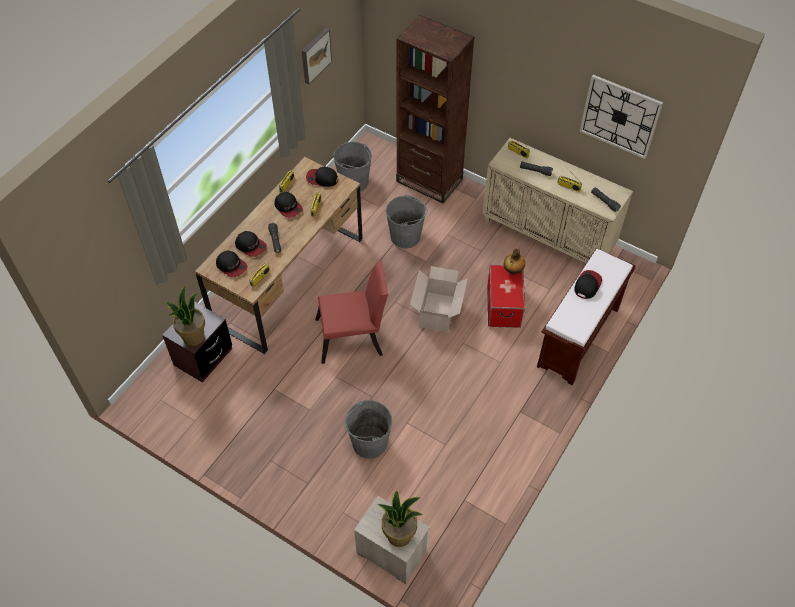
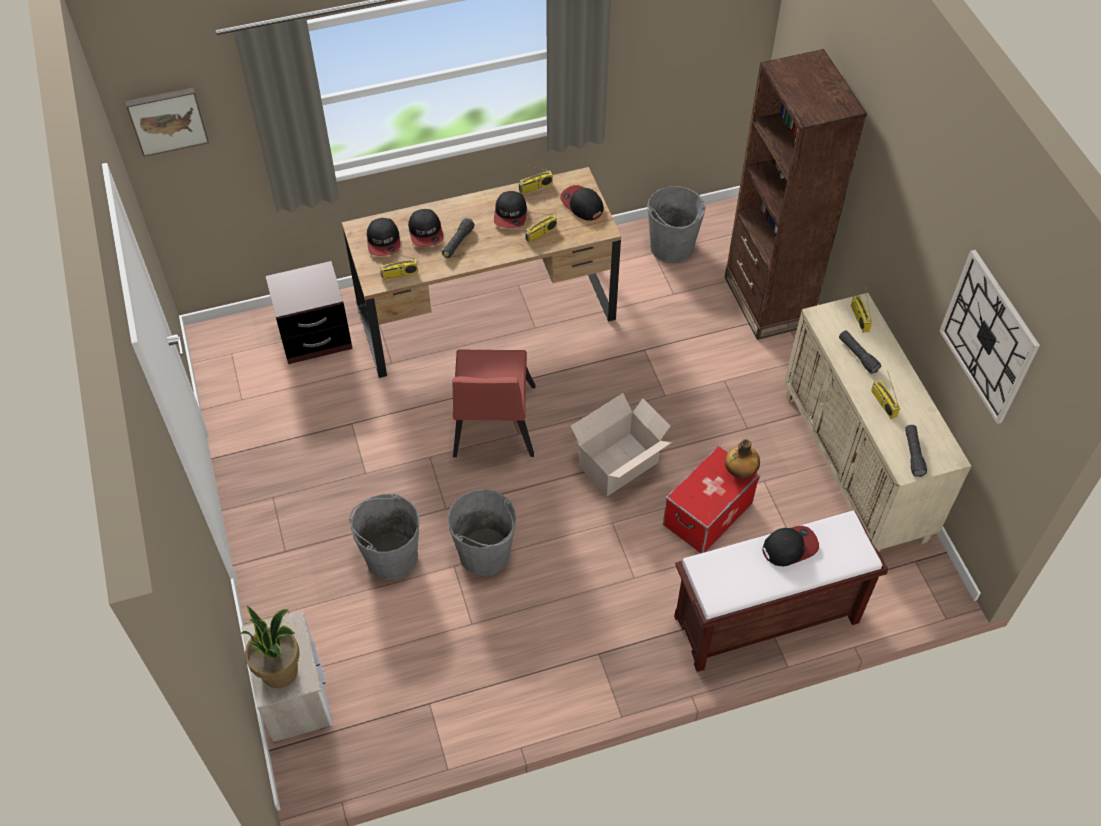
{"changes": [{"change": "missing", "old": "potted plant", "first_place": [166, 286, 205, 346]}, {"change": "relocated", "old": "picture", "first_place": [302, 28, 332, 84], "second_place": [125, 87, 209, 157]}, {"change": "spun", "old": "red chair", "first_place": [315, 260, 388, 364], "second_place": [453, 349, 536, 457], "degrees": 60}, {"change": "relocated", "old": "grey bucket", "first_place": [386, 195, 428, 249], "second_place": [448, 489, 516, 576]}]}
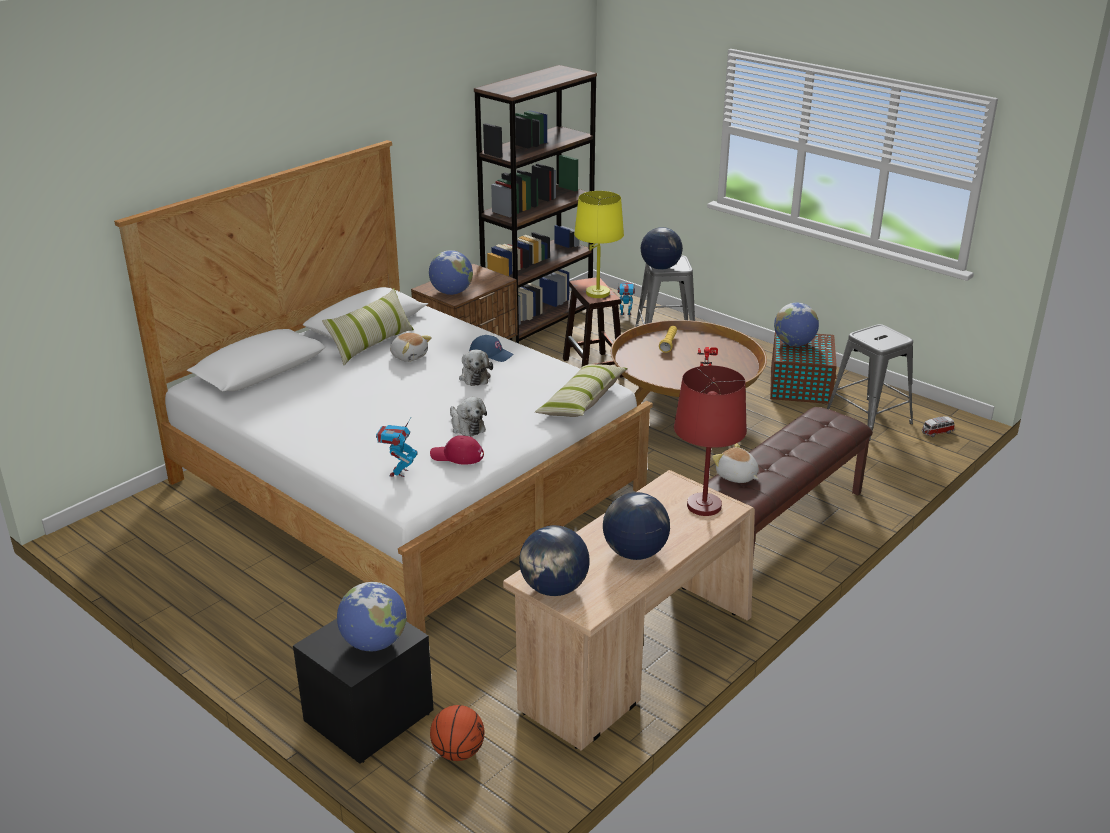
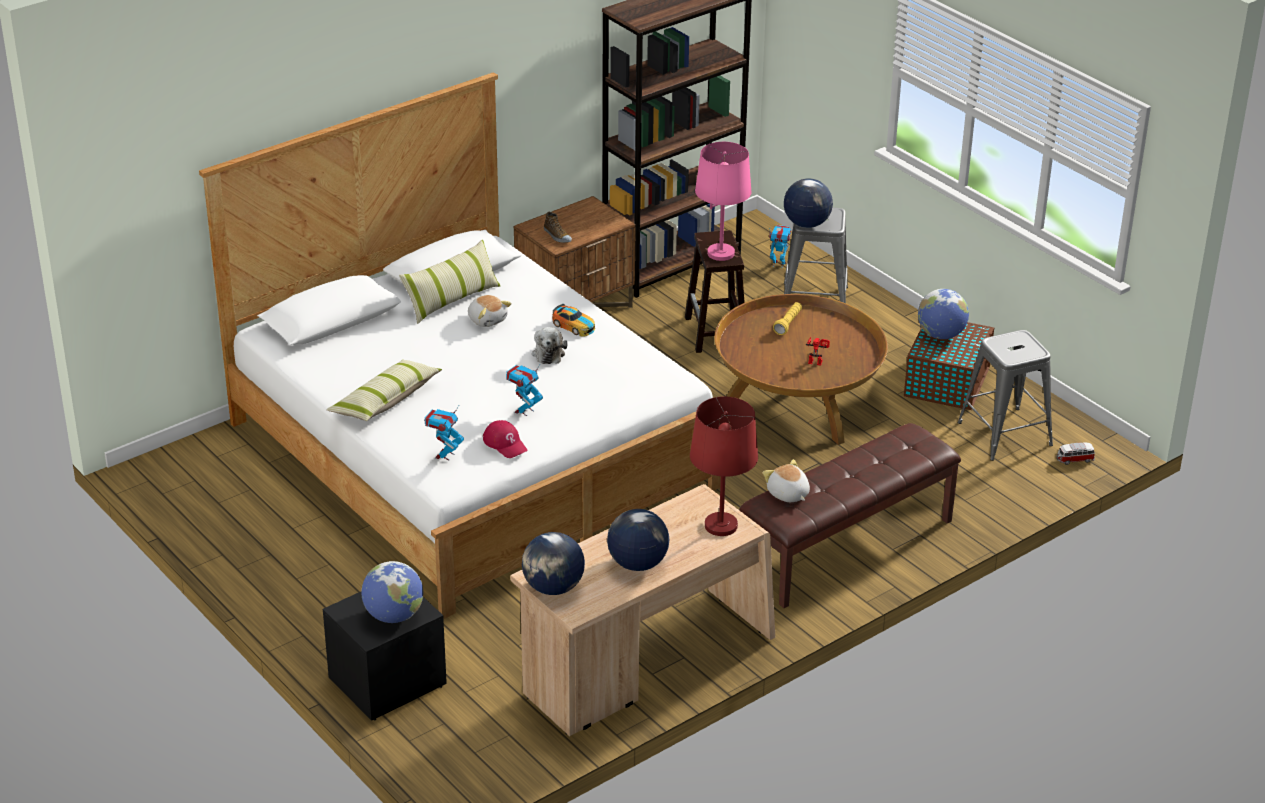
{"changes": [{"change": "exchanged", "old": "globe", "new": "shoe", "first_place": [429, 250, 473, 295], "second_place": [544, 212, 572, 243]}, {"change": "spun", "old": "red cap", "first_place": [430, 435, 484, 465], "second_place": [483, 420, 527, 458], "degrees": -150}, {"change": "missing", "old": "basketball", "first_place": [430, 705, 485, 761]}, {"change": "exchanged", "old": "plush toy", "new": "toy robot", "first_place": [450, 397, 487, 436], "second_place": [506, 365, 543, 416]}, {"change": "exchanged", "old": "blue cap", "new": "toy car", "first_place": [469, 335, 514, 362], "second_place": [552, 304, 595, 337]}, {"change": "relocated", "old": "pillow", "first_place": [535, 364, 628, 417], "second_place": [327, 360, 442, 421]}, {"change": "colour", "old": "yellow table lamp", "new": "pink table lamp", "first_place": [574, 191, 624, 298], "second_place": [695, 142, 752, 261]}]}
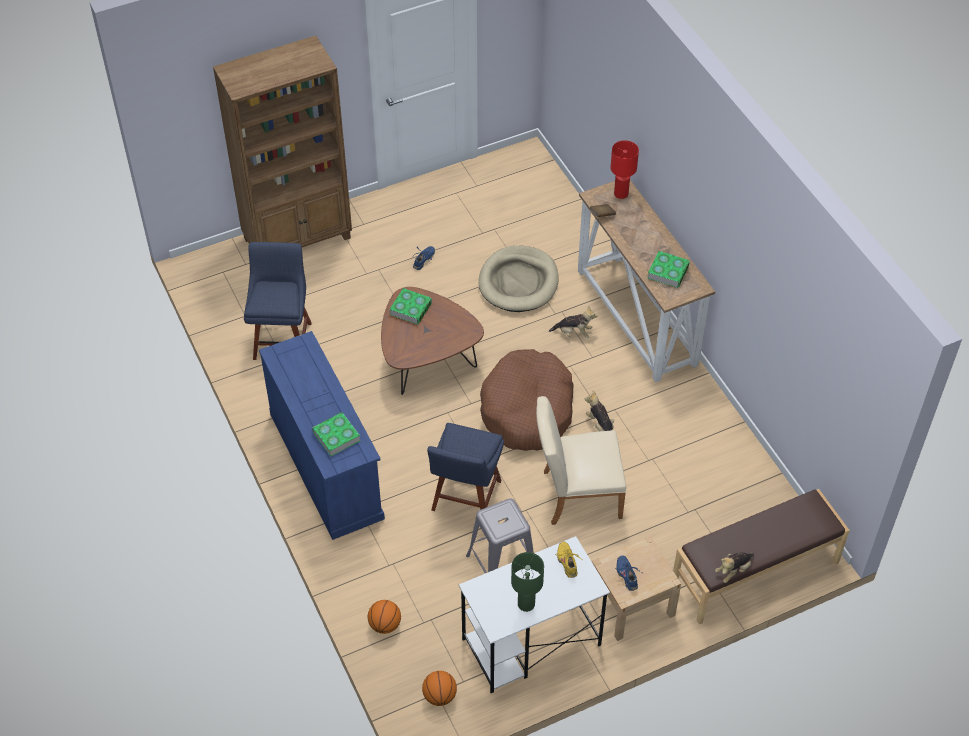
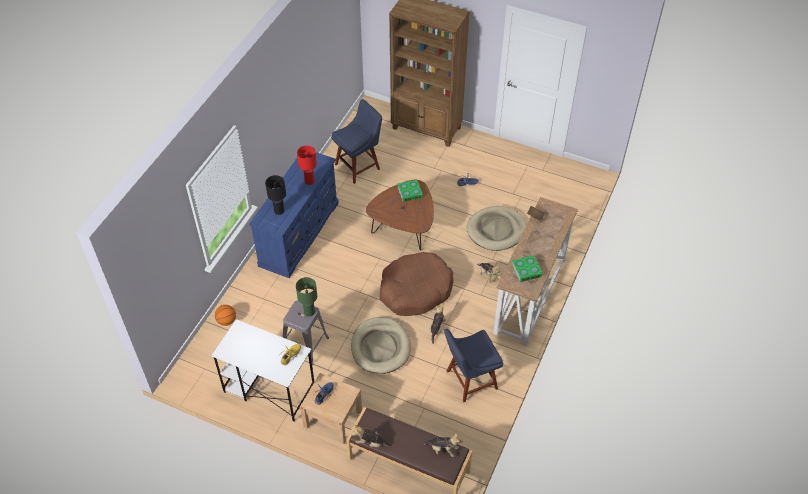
{"changes": [{"change": "exchanged", "old": "book", "new": "black table lamp", "first_place": [312, 412, 360, 456], "second_place": [265, 175, 286, 215]}, {"change": "missing", "old": "basketball", "first_place": [422, 671, 457, 706]}, {"change": "relocated", "old": "blue chair", "first_place": [427, 423, 504, 511], "second_place": [444, 329, 503, 402]}, {"change": "relocated", "old": "green table lamp", "first_place": [511, 552, 544, 612], "second_place": [296, 277, 317, 317]}, {"change": "exchanged", "old": "beige chair", "new": "beige dog bed", "first_place": [536, 396, 626, 525], "second_place": [351, 317, 411, 374]}, {"change": "relocated", "old": "red table lamp", "first_place": [610, 140, 639, 199], "second_place": [297, 145, 317, 185]}, {"change": "appeared", "new": "plush toy", "second_place": [422, 434, 463, 457]}]}
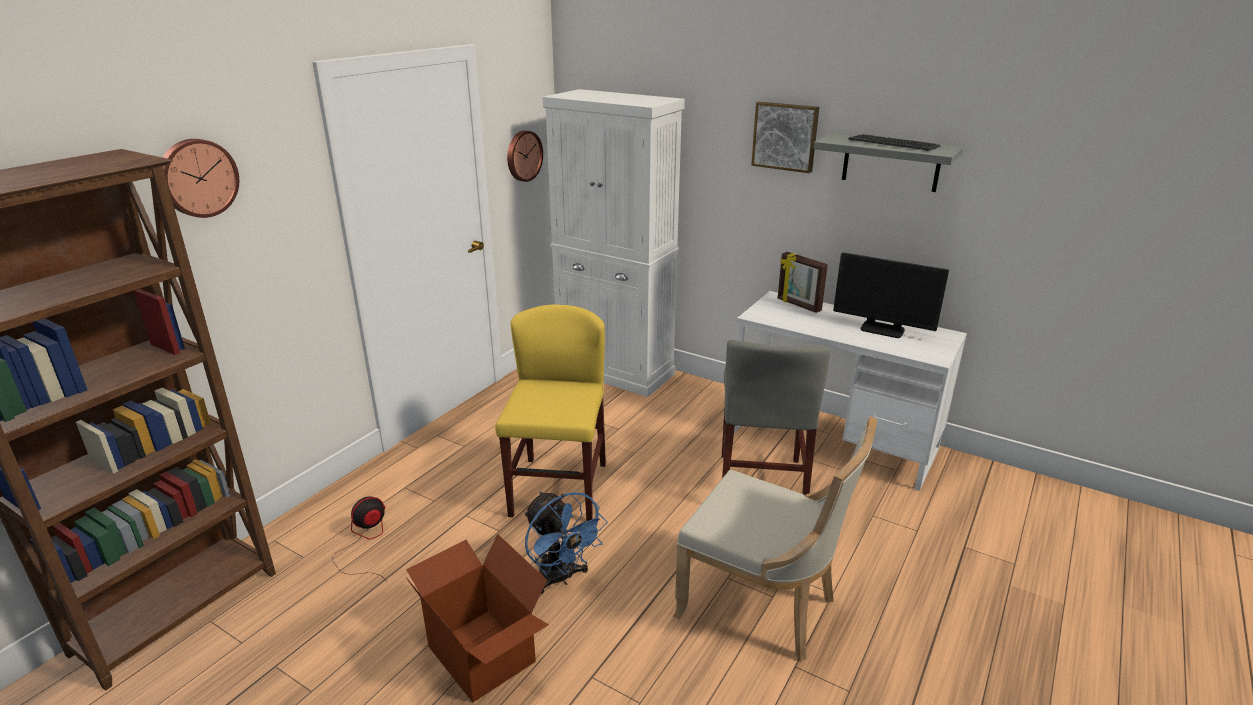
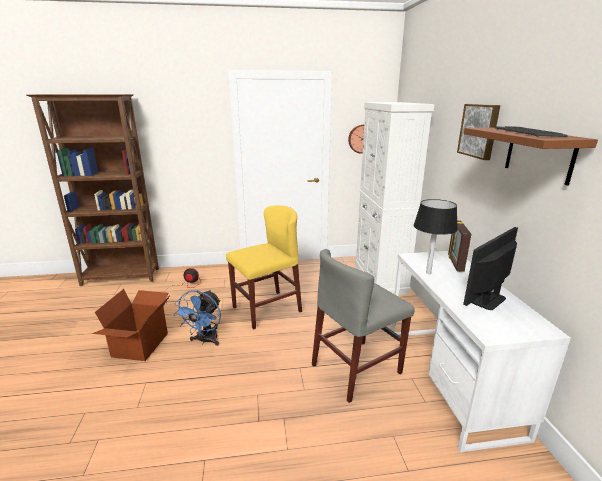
{"changes": [{"change": "missing", "old": "wall clock", "first_place": [162, 139, 239, 218]}, {"change": "missing", "old": "beige chair", "first_place": [673, 416, 877, 661]}, {"change": "colour", "old": "grey shelf", "new": "brown shelf", "first_place": [814, 133, 963, 192], "second_place": [464, 127, 598, 186]}, {"change": "spun", "old": "monitor", "first_place": [833, 252, 949, 338], "second_place": [463, 227, 518, 310], "degrees": 60}, {"change": "appeared", "new": "black table lamp", "second_place": [414, 199, 458, 274]}]}
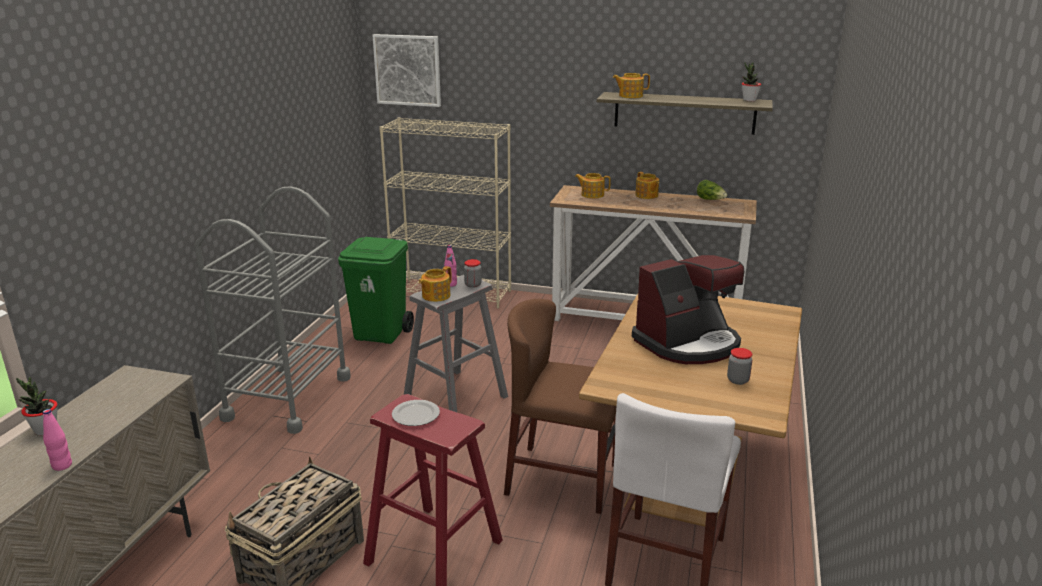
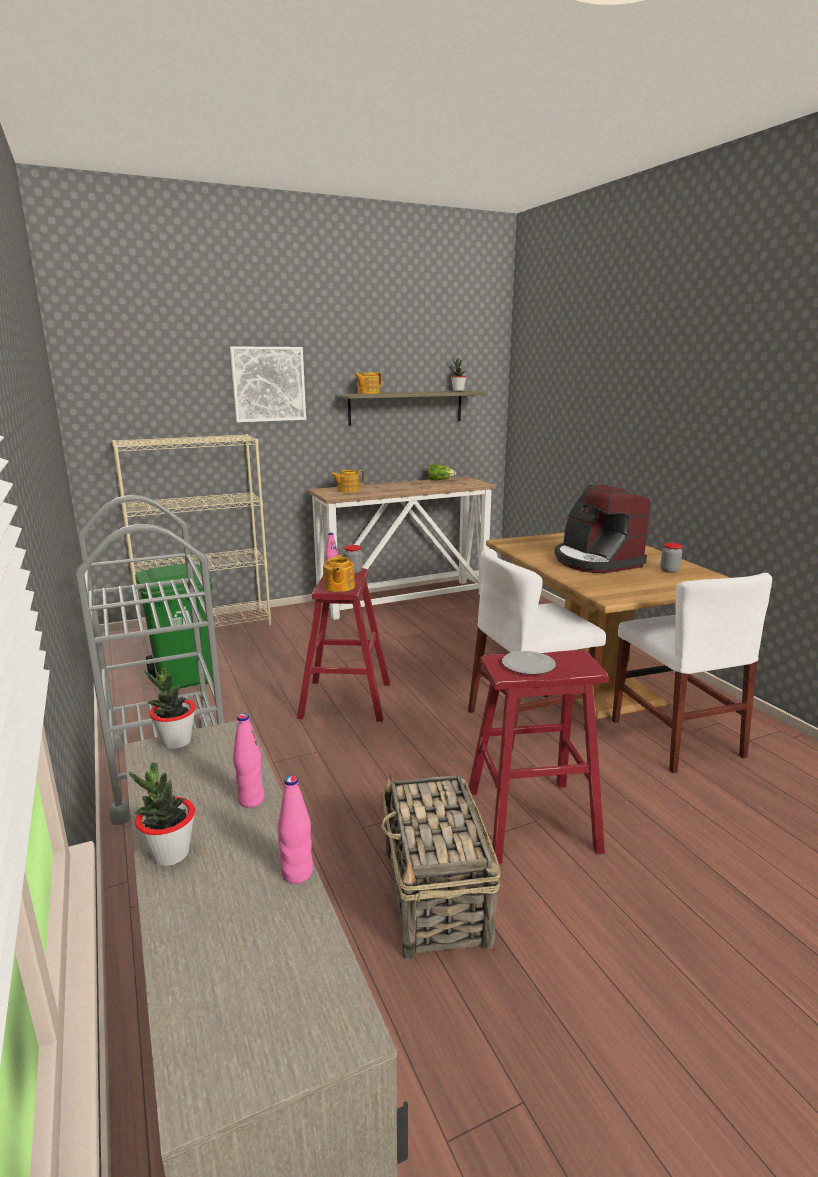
{"changes": [{"change": "relocated", "old": "picture", "first_place": [372, 34, 441, 107], "second_place": [230, 346, 306, 422]}, {"change": "colour", "old": "grey stool", "new": "red stool", "first_place": [404, 275, 508, 412], "second_place": [297, 568, 390, 722]}, {"change": "colour", "old": "brown chair", "new": "white chair", "first_place": [504, 299, 616, 514], "second_place": [468, 549, 606, 750]}, {"change": "spun", "old": "coffee machine", "first_place": [632, 255, 744, 364], "second_place": [555, 485, 651, 573], "degrees": 135}, {"change": "missing", "old": "teapot", "first_place": [635, 172, 659, 199]}, {"change": "appeared", "new": "potted plant", "second_place": [145, 667, 196, 749]}, {"change": "appeared", "new": "pink bottle", "second_place": [233, 713, 264, 808]}]}
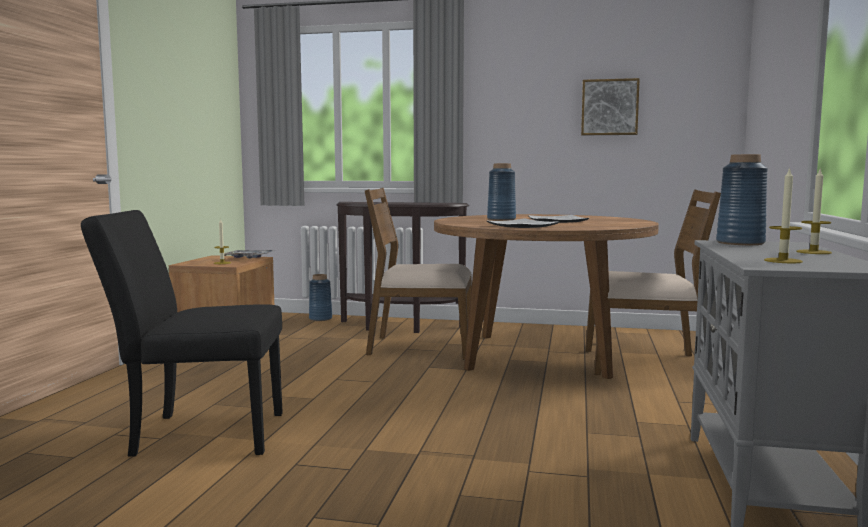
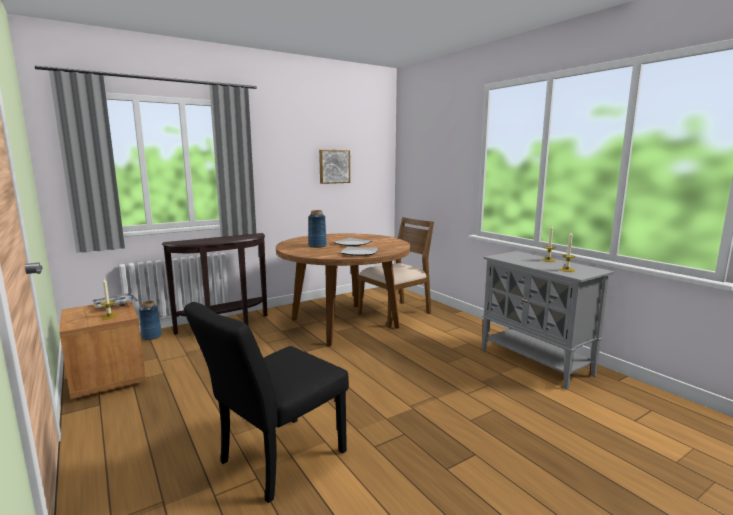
{"changes": [{"change": "missing", "old": "brown chair", "first_place": [365, 188, 472, 360]}, {"change": "missing", "old": "blue vase", "first_place": [716, 154, 768, 245]}]}
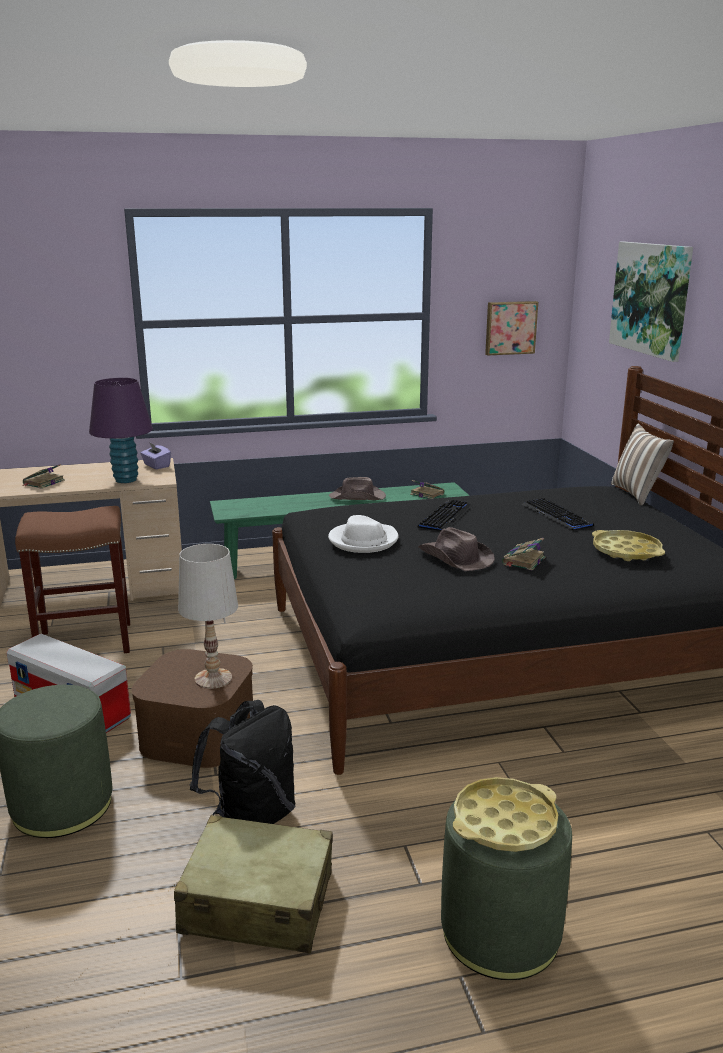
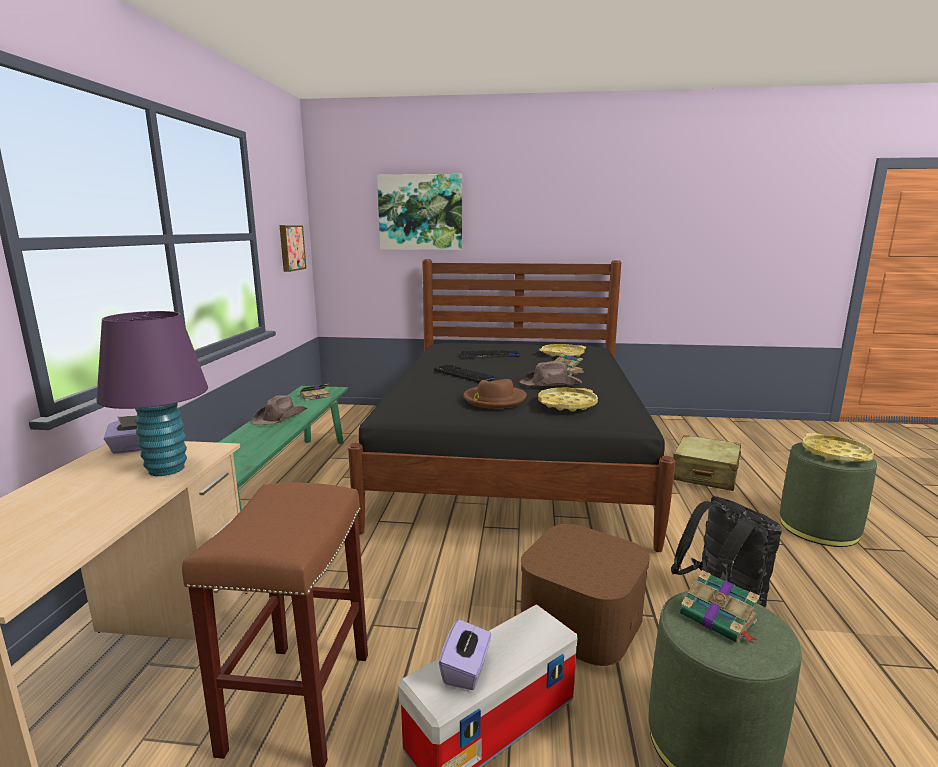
{"changes": [{"change": "relocated", "old": "book", "first_place": [22, 464, 65, 489], "second_place": [680, 570, 760, 643]}, {"change": "relocated", "old": "beige suitcase", "first_place": [174, 815, 333, 953], "second_place": [673, 435, 741, 491]}, {"change": "missing", "old": "white table lamp", "first_place": [178, 544, 238, 689]}, {"change": "colour", "old": "white hat", "new": "brown hat", "first_place": [328, 515, 398, 553], "second_place": [463, 379, 527, 409]}, {"change": "missing", "old": "pillow", "first_place": [611, 424, 674, 506]}, {"change": "appeared", "new": "purple tissue box", "second_place": [439, 619, 491, 690]}, {"change": "appeared", "new": "yellow tray", "second_place": [538, 388, 598, 412]}]}
